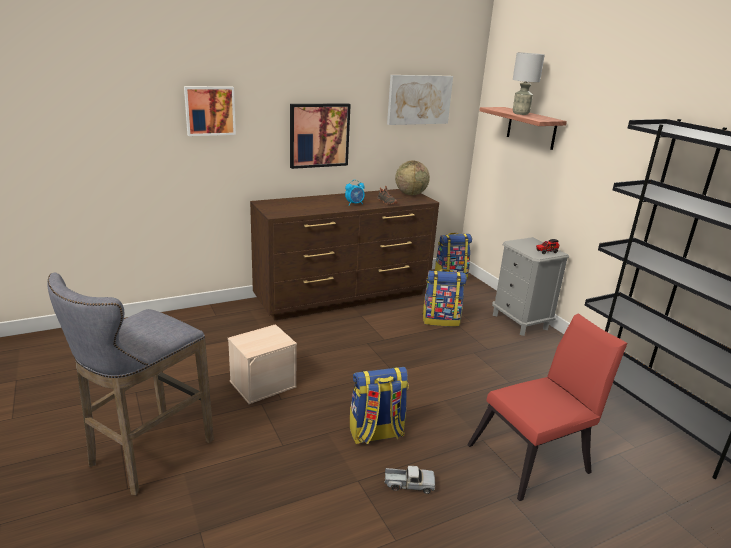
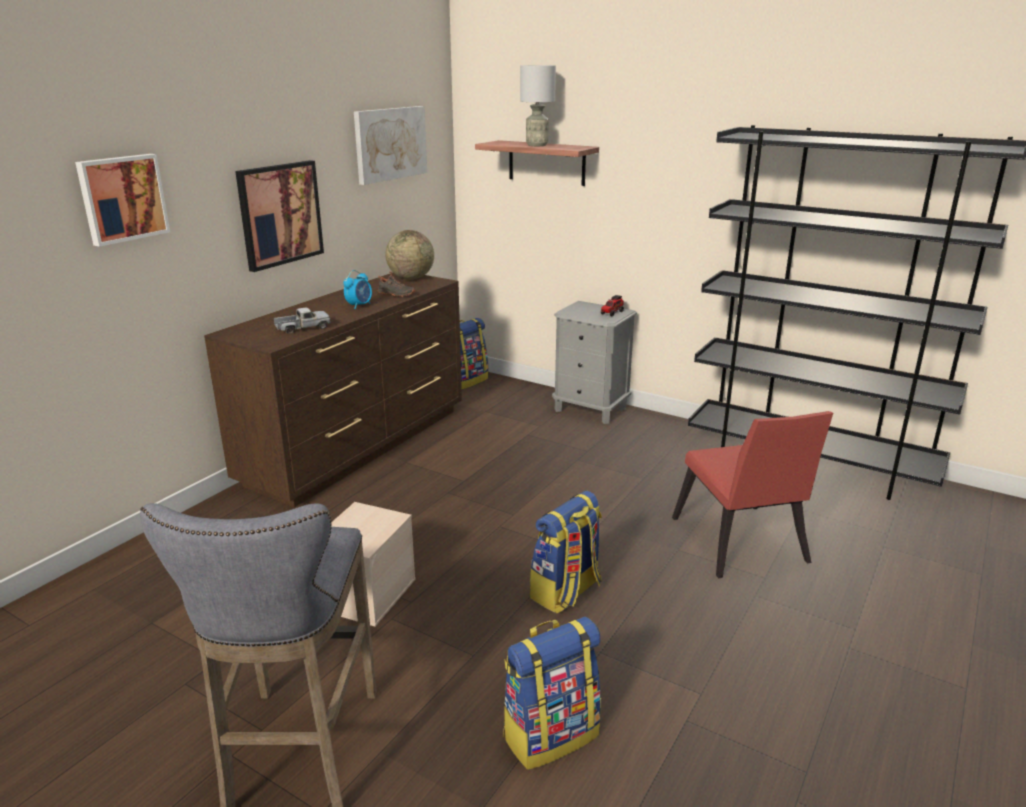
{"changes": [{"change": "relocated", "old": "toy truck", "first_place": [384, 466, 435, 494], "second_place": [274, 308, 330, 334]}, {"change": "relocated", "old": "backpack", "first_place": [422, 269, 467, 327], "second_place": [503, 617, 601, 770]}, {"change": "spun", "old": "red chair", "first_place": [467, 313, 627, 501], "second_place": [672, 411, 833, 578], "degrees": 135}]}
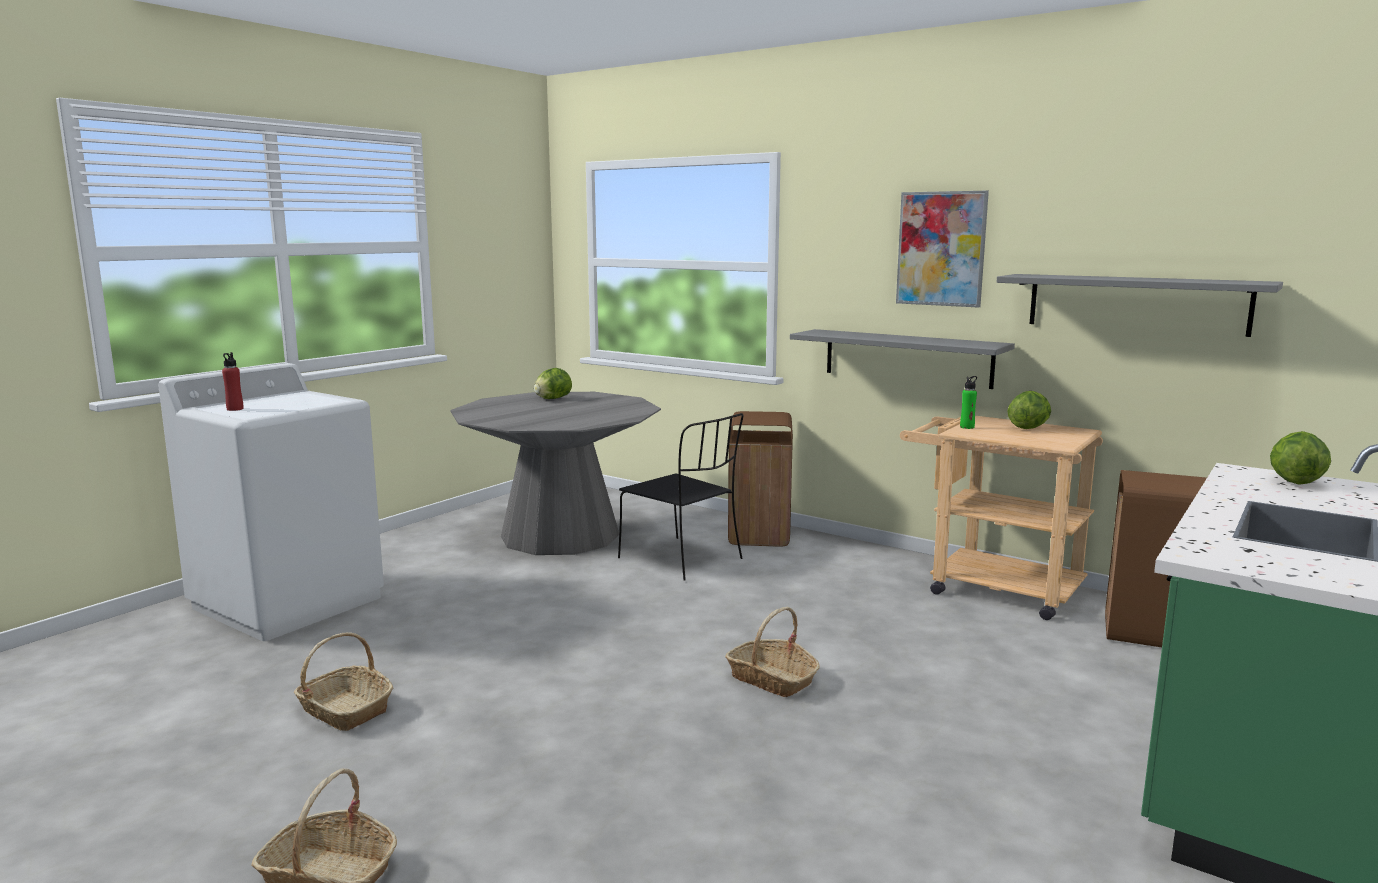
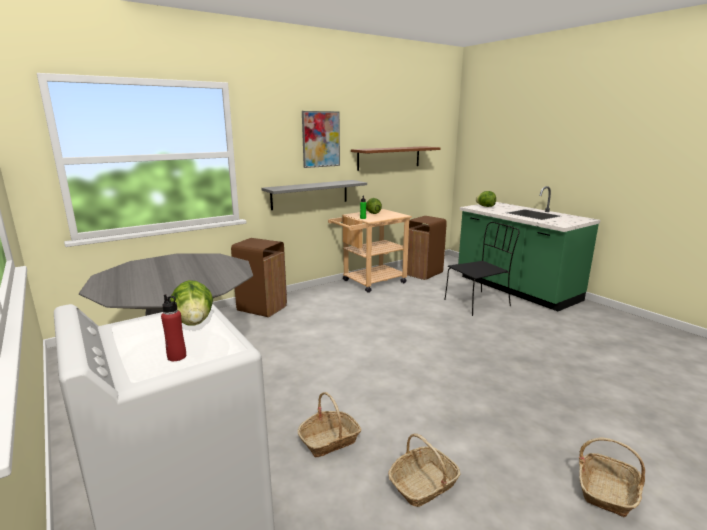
{"changes": [{"change": "relocated", "old": "lettuce", "first_place": [534, 368, 572, 399], "second_place": [170, 280, 213, 326]}, {"change": "relocated", "old": "black chair", "first_place": [618, 413, 744, 581], "second_place": [444, 222, 520, 316]}, {"change": "relocated", "old": "basket", "first_place": [725, 607, 820, 697], "second_place": [298, 392, 361, 457]}, {"change": "colour", "old": "grey shelf", "new": "brown shelf", "first_place": [997, 274, 1283, 337], "second_place": [351, 146, 440, 171]}]}
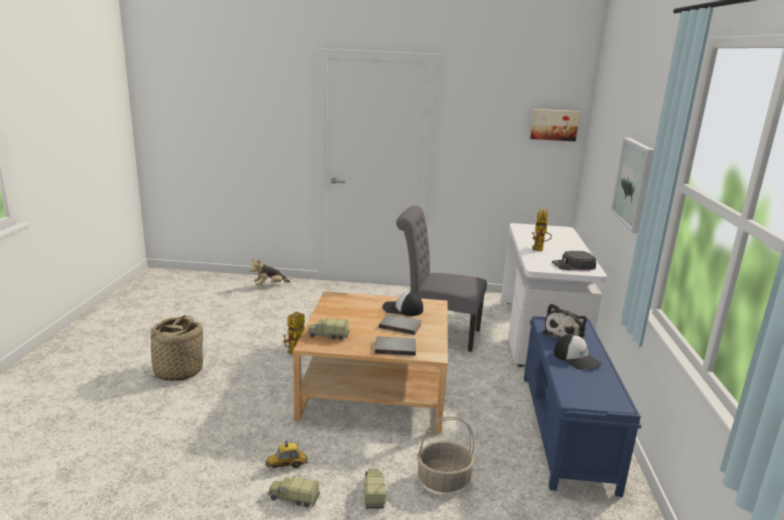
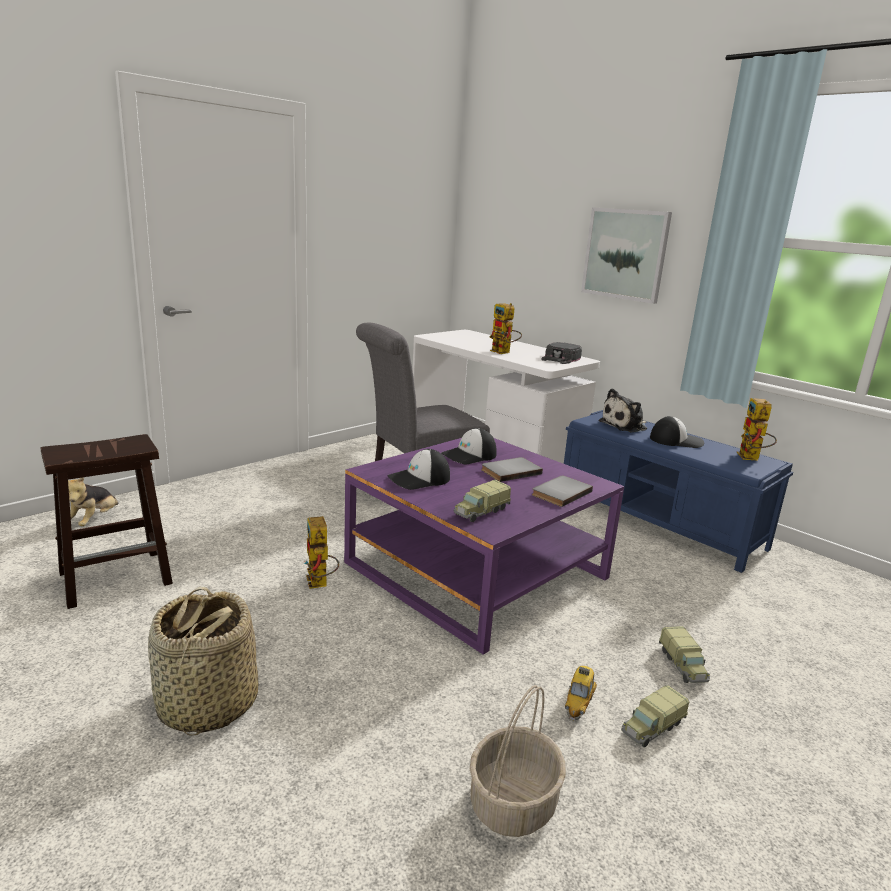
{"changes": [{"change": "colour", "old": "beige coffee table", "new": "purple coffee table", "first_place": [293, 291, 448, 434], "second_place": [344, 438, 624, 655]}, {"change": "spun", "old": "toy truck", "first_place": [364, 468, 386, 509], "second_place": [659, 626, 710, 683], "degrees": -135}, {"change": "relocated", "old": "basket", "first_place": [417, 416, 475, 492], "second_place": [470, 685, 566, 837]}, {"change": "missing", "old": "picture", "first_place": [530, 109, 580, 142]}, {"change": "spun", "old": "plush toy", "first_place": [543, 303, 587, 339], "second_place": [599, 388, 647, 432], "degrees": 75}, {"change": "appeared", "new": "brown stool", "second_place": [40, 434, 173, 609]}, {"change": "appeared", "new": "cap", "second_place": [388, 449, 450, 490]}, {"change": "appeared", "new": "toy robot", "second_place": [737, 398, 777, 460]}]}
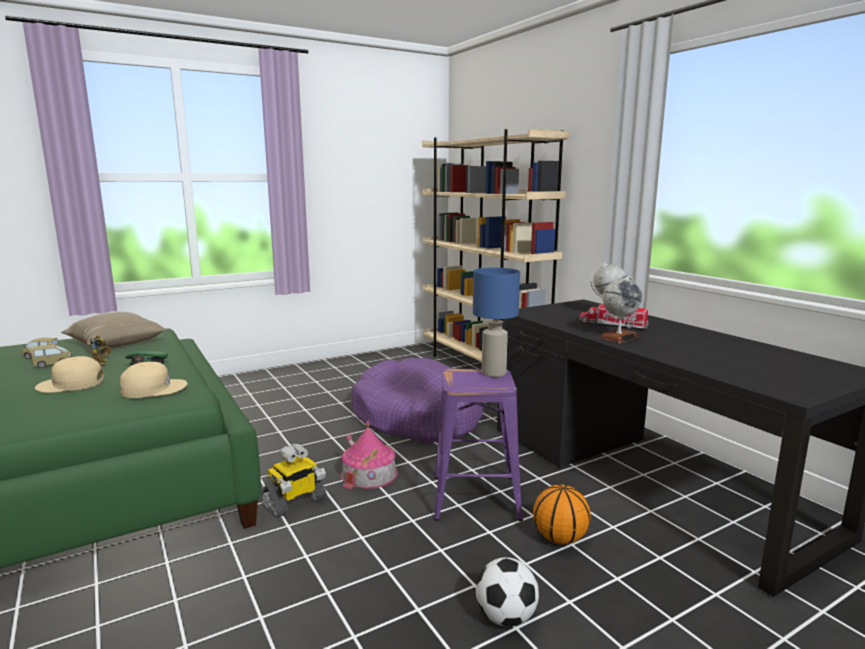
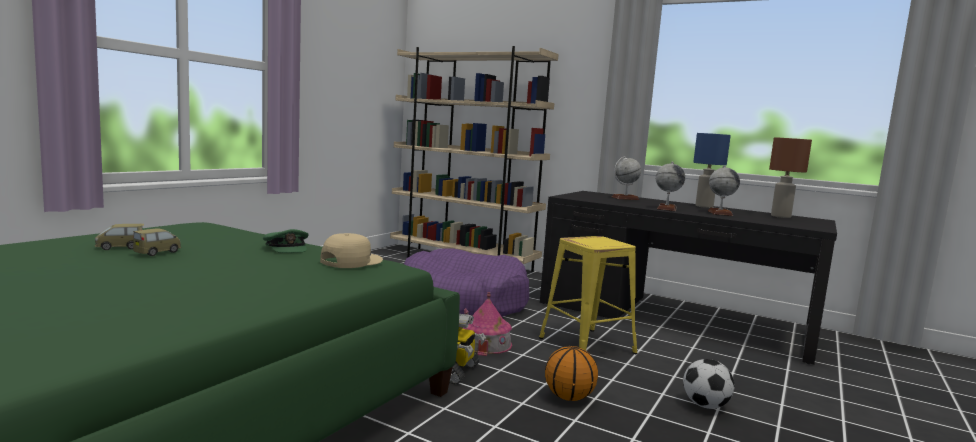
{"changes": [{"change": "missing", "old": "beige cap", "first_place": [35, 356, 104, 393]}, {"change": "missing", "old": "beige pillow", "first_place": [61, 312, 167, 348]}, {"change": "missing", "old": "toy robot", "first_place": [90, 335, 112, 366]}, {"change": "colour", "old": "purple stool", "new": "yellow stool", "first_place": [434, 369, 523, 521], "second_place": [539, 236, 637, 354]}, {"change": "relocated", "old": "blue table lamp", "first_place": [473, 268, 520, 377], "second_place": [693, 133, 731, 208]}, {"change": "relocated", "old": "basketball", "first_place": [533, 485, 591, 544], "second_place": [545, 346, 598, 401]}, {"change": "missing", "old": "toy truck", "first_place": [579, 304, 649, 329]}, {"change": "appeared", "new": "globe", "second_place": [708, 165, 740, 216]}, {"change": "appeared", "new": "brown table lamp", "second_place": [769, 137, 812, 218]}]}
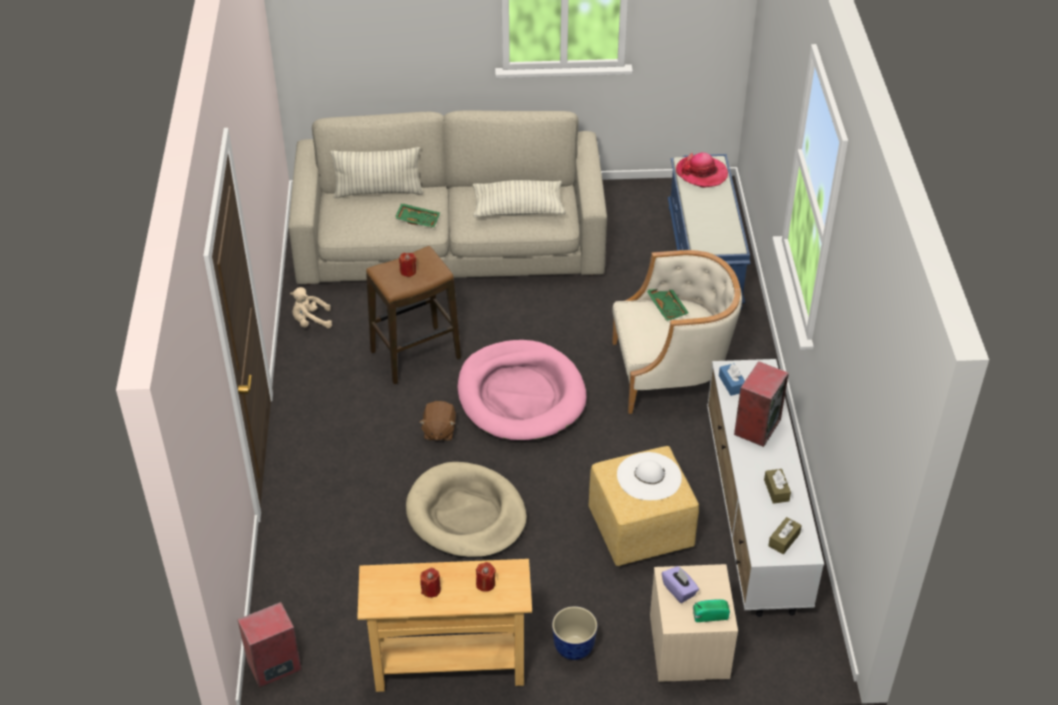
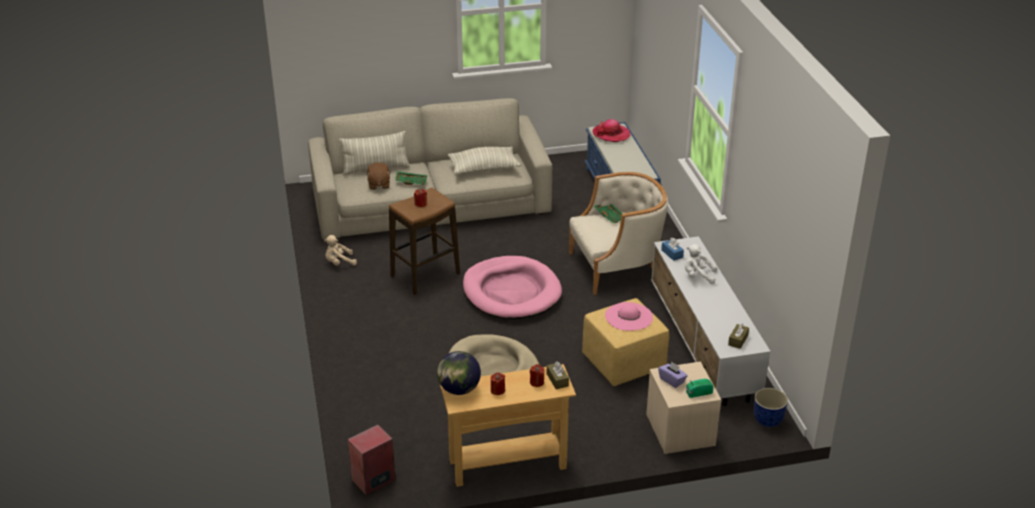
{"changes": [{"change": "relocated", "old": "brown plush toy", "first_place": [420, 401, 456, 441], "second_place": [366, 162, 391, 190]}, {"change": "relocated", "old": "planter", "first_place": [552, 606, 597, 660], "second_place": [754, 388, 788, 427]}, {"change": "colour", "old": "white hat", "new": "pink hat", "first_place": [617, 452, 682, 500], "second_place": [605, 302, 653, 331]}, {"change": "exchanged", "old": "speaker", "new": "white plush toy", "first_place": [734, 361, 789, 447], "second_place": [685, 244, 717, 284]}, {"change": "relocated", "old": "brown tissue box", "first_place": [764, 469, 791, 504], "second_place": [547, 361, 569, 389]}, {"change": "appeared", "new": "globe", "second_place": [437, 351, 481, 395]}]}
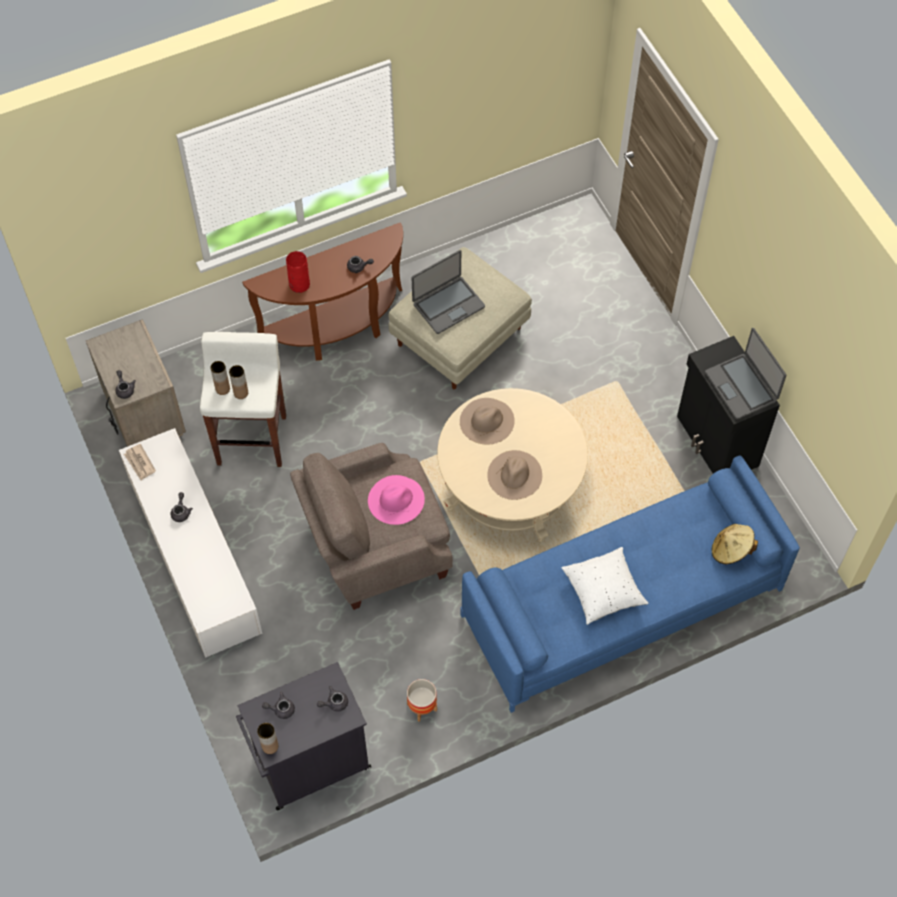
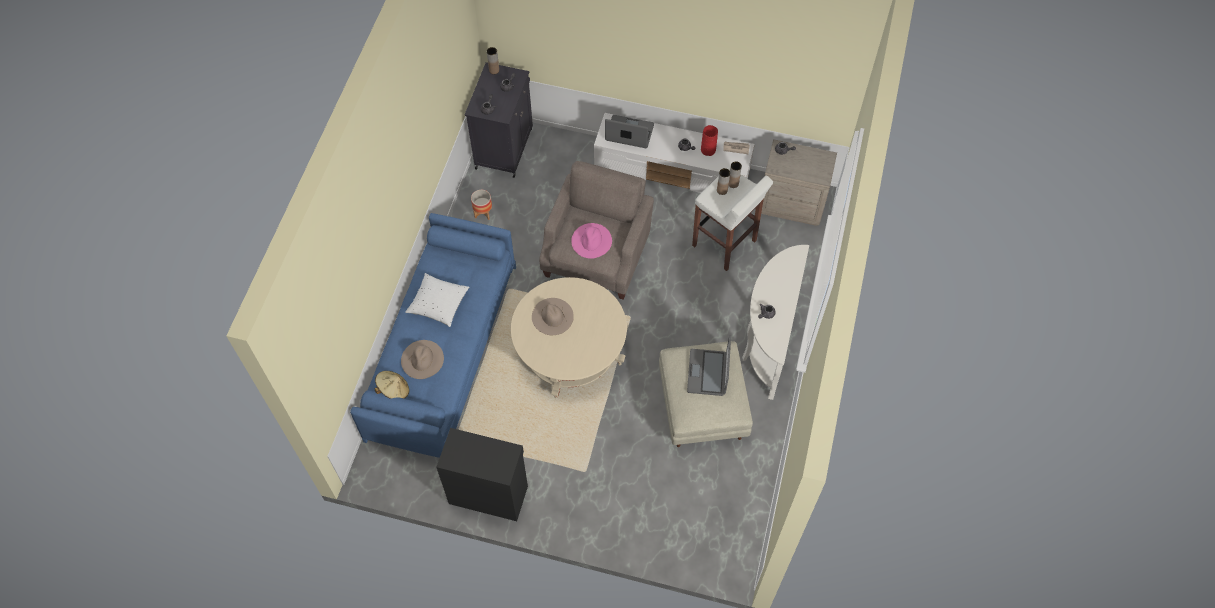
{"changes": [{"change": "colour", "old": "brown console table", "new": "white console table", "first_place": [242, 222, 403, 361], "second_place": [742, 245, 809, 400]}, {"change": "relocated", "old": "red vase", "first_place": [286, 251, 310, 293], "second_place": [701, 125, 718, 156]}, {"change": "relocated", "old": "beige hat", "first_place": [460, 398, 515, 444], "second_place": [401, 340, 444, 379]}, {"change": "relocated", "old": "laptop", "first_place": [705, 328, 786, 419], "second_place": [605, 115, 654, 148]}]}
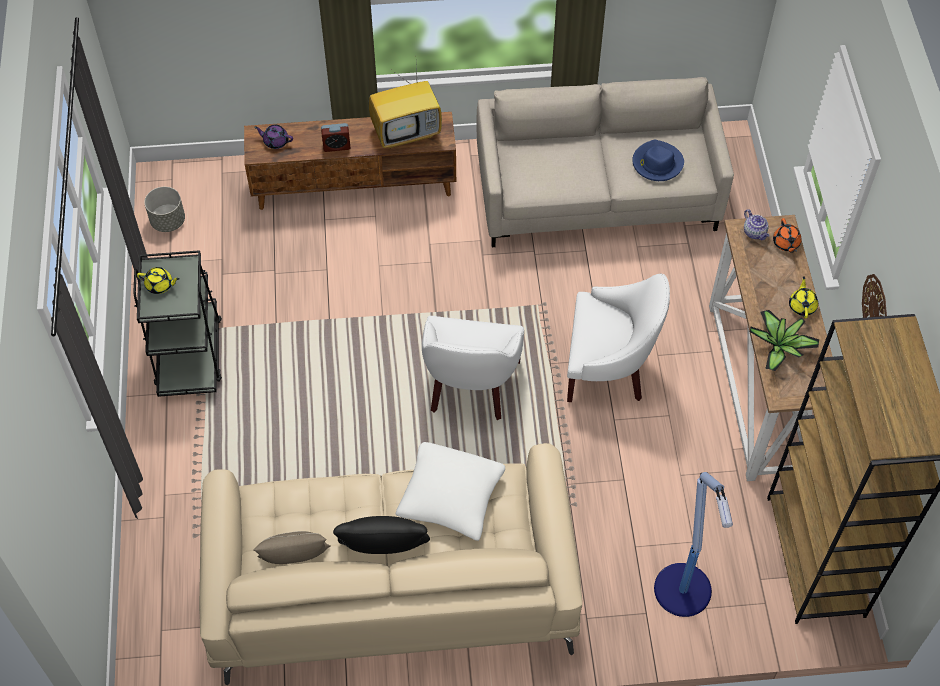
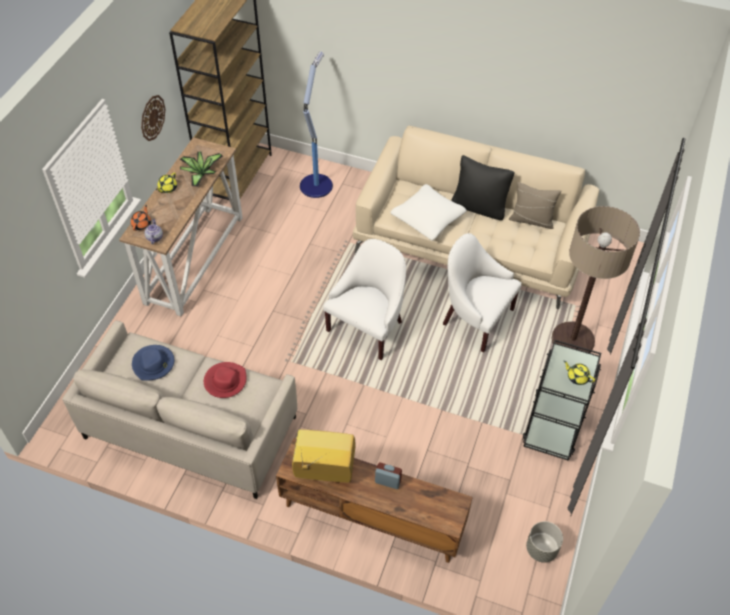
{"changes": [{"change": "missing", "old": "purple teapot", "first_place": [254, 125, 293, 149]}, {"change": "relocated", "old": "white armchair", "first_place": [567, 273, 670, 402], "second_place": [443, 233, 521, 353]}, {"change": "appeared", "new": "red hat", "second_place": [204, 362, 247, 398]}, {"change": "appeared", "new": "floor lamp", "second_place": [552, 206, 640, 353]}]}
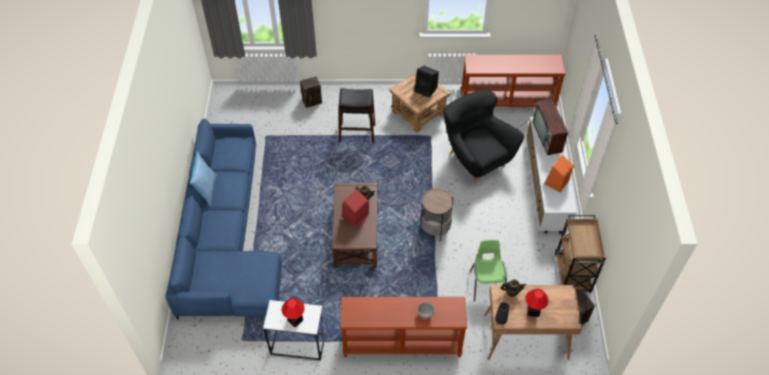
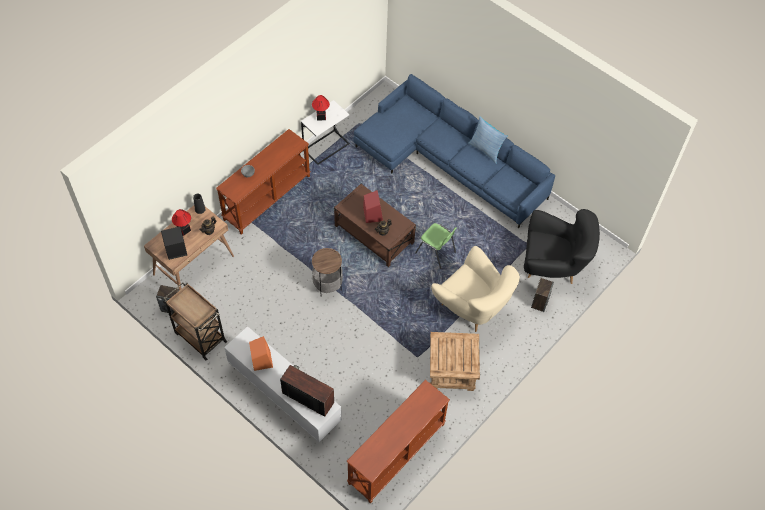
{"changes": [{"change": "exchanged", "old": "black stool", "new": "beige armchair", "first_place": [339, 88, 375, 143], "second_place": [431, 246, 520, 332]}, {"change": "relocated", "old": "black speaker", "first_place": [415, 66, 439, 98], "second_place": [161, 227, 187, 260]}, {"change": "relocated", "old": "black armchair", "first_place": [443, 89, 524, 183], "second_place": [524, 209, 600, 284]}, {"change": "relocated", "old": "green chair", "first_place": [470, 240, 507, 302], "second_place": [415, 223, 456, 269]}]}
